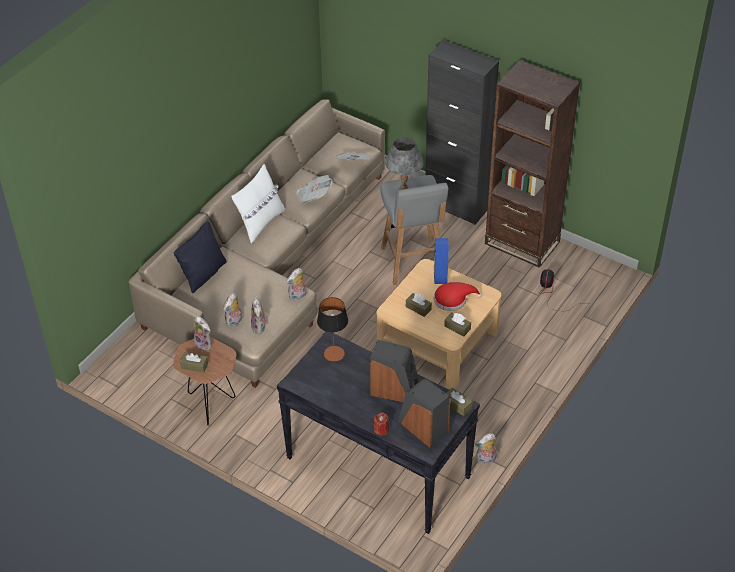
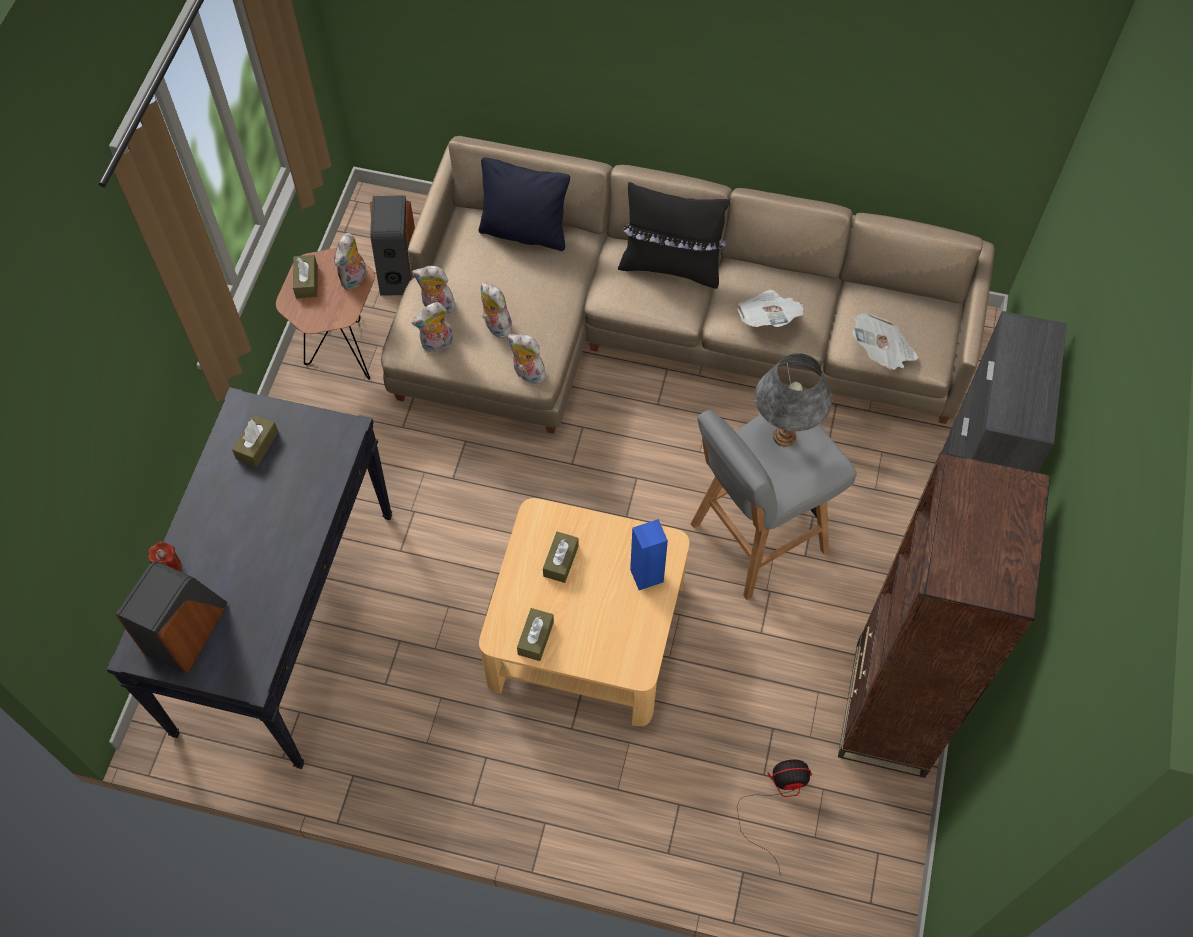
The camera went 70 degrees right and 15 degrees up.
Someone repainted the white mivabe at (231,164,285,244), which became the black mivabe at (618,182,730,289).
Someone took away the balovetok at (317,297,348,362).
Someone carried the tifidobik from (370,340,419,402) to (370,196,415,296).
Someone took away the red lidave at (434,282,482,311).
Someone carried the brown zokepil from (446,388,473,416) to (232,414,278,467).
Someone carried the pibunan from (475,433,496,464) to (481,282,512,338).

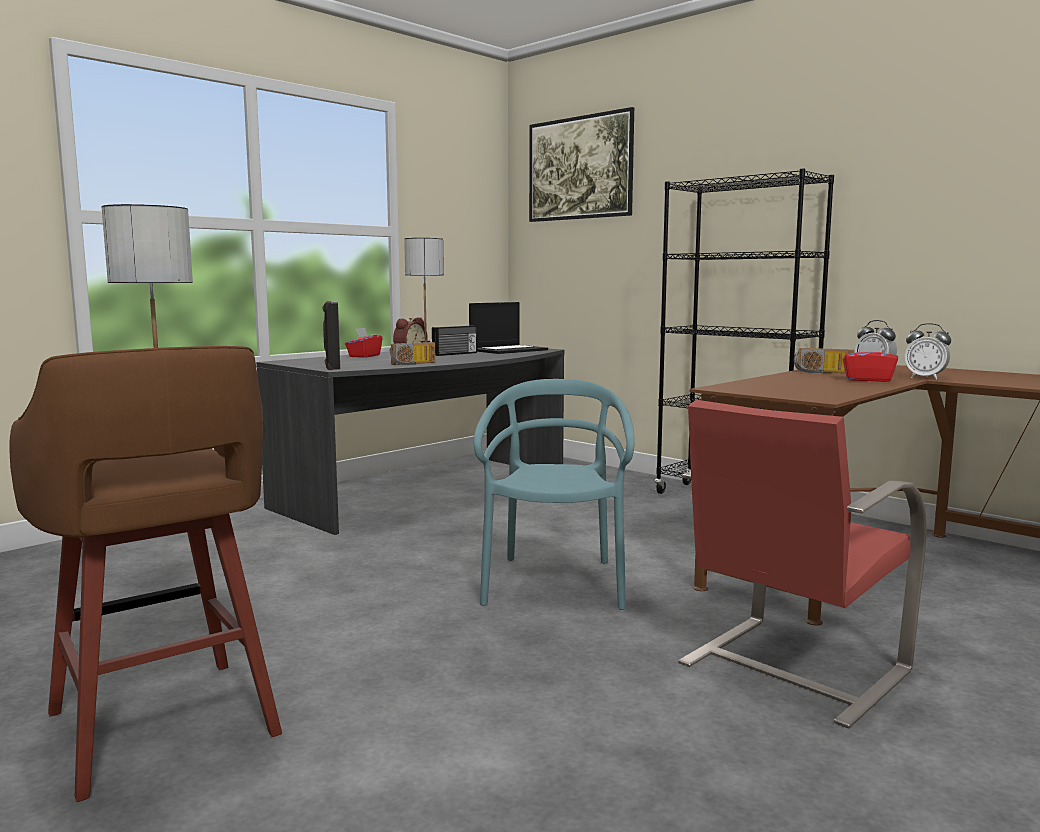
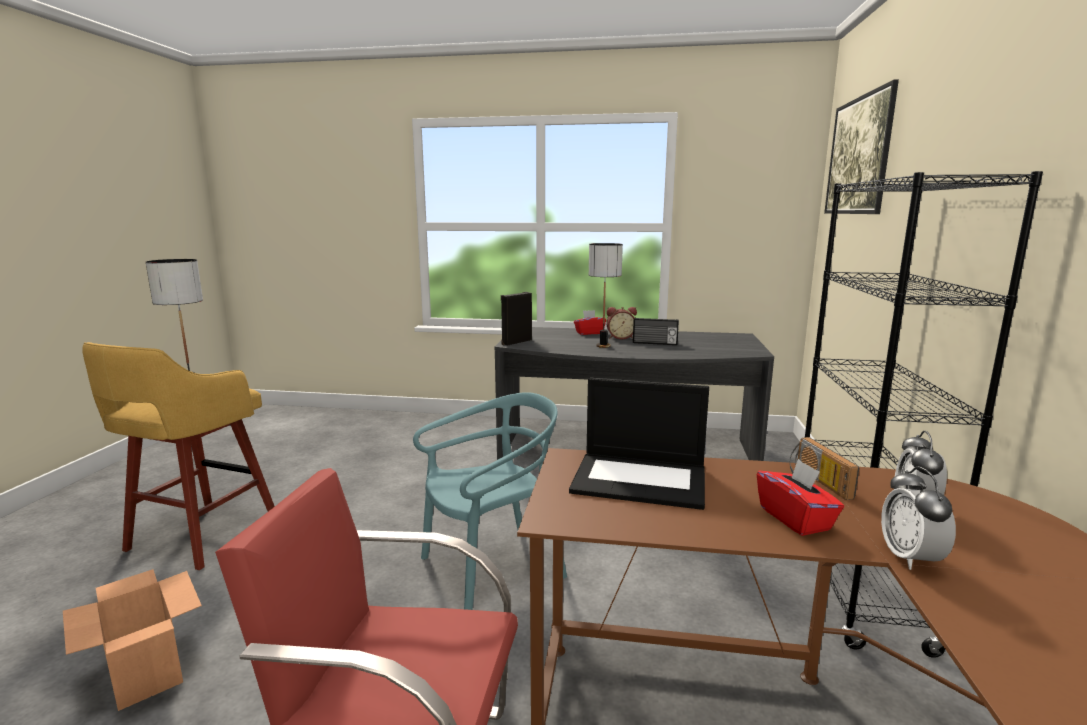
The camera went 55 degrees right and 5 degrees up.
Someone repainted the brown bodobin at (9,346,282,802), which became the yellow bodobin at (82,342,275,570).
Someone took away the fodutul at (390,342,435,365).
Someone carried the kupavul from (469,302,548,354) to (569,377,709,510).
Someone put down the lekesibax at (63,569,202,711).

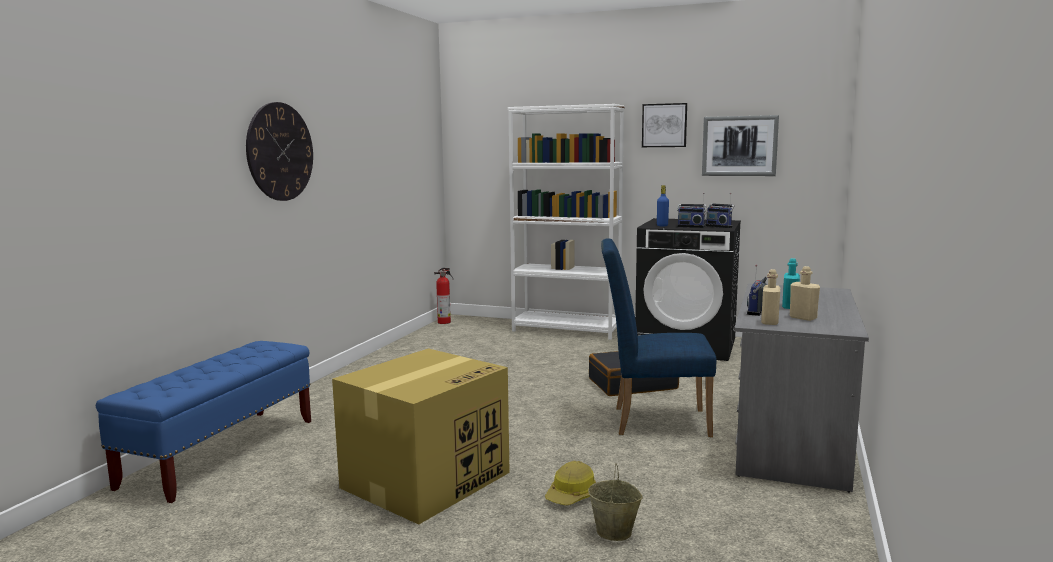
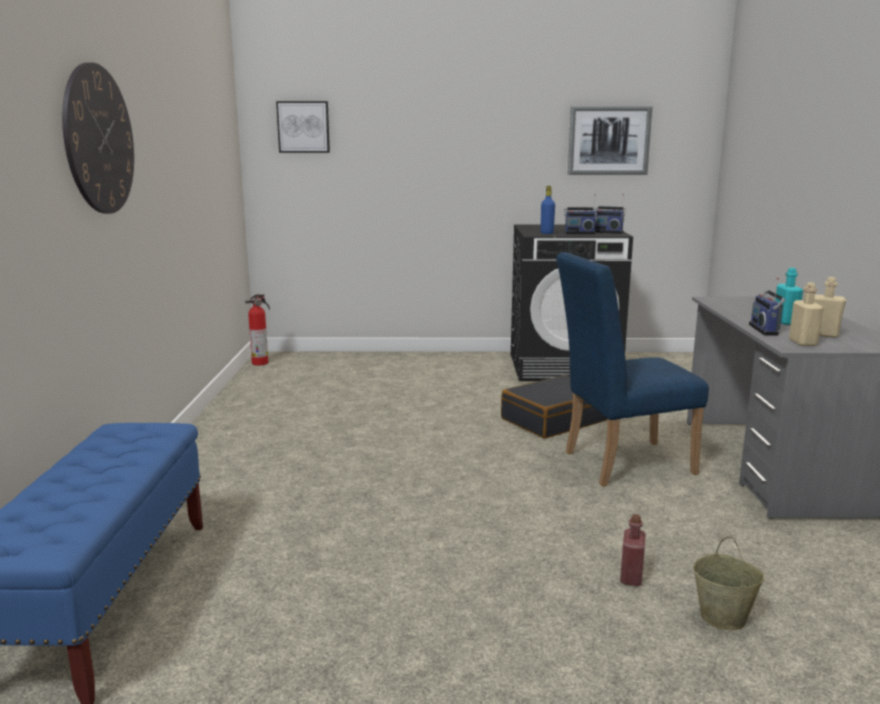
The camera went 20 degrees left and 5 degrees up.
Someone took away the lekesibax at (332,348,510,524).
Someone took away the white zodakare at (508,104,625,340).
Someone swapped the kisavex at (545,461,596,505) for the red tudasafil at (620,514,645,586).
Someone carried the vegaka from (642,103,687,147) to (276,101,330,153).

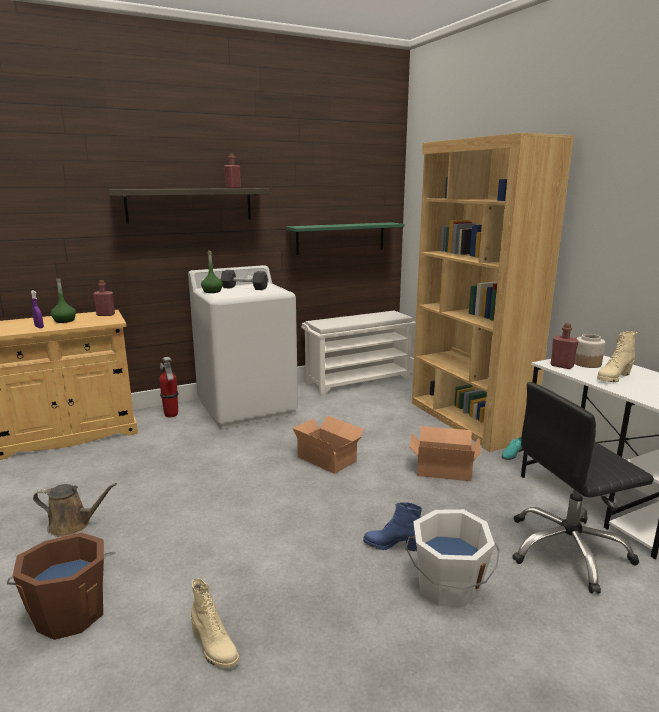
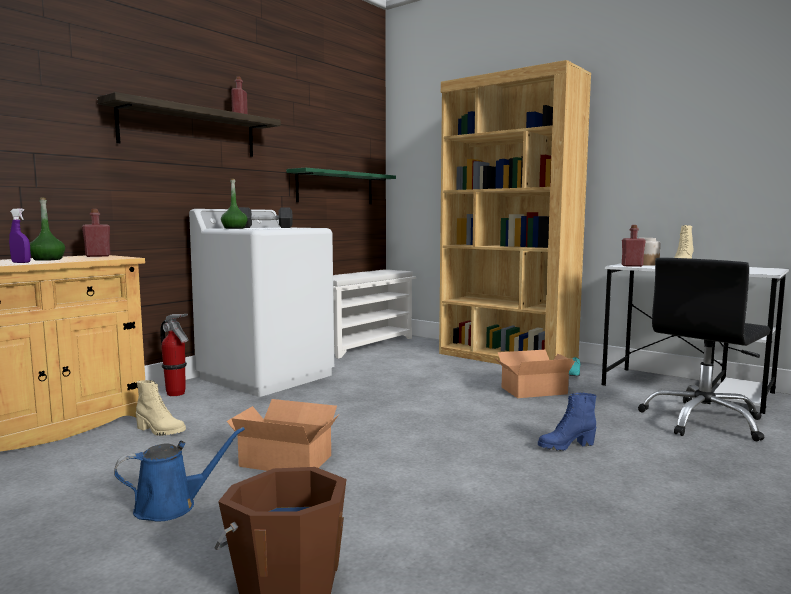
The camera went 25 degrees left and 10 degrees down.
Someone repainted the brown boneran at (33,483,117,537), which became the blue boneran at (114,427,245,521).
Someone carried the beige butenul from (191,578,239,668) to (136,380,186,436).
Someone carried the lekesibax from (292,415,364,474) to (227,399,339,471).
Someone took away the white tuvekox at (405,509,500,607).

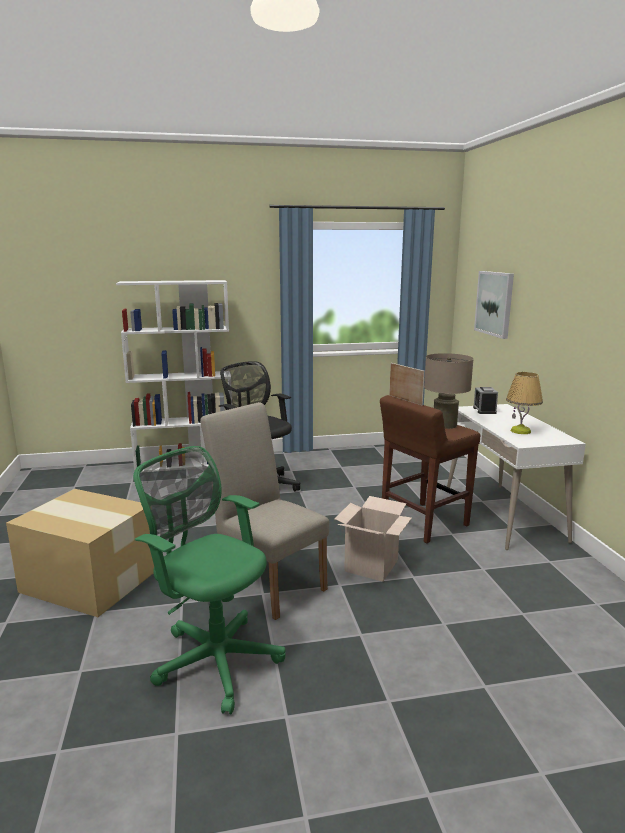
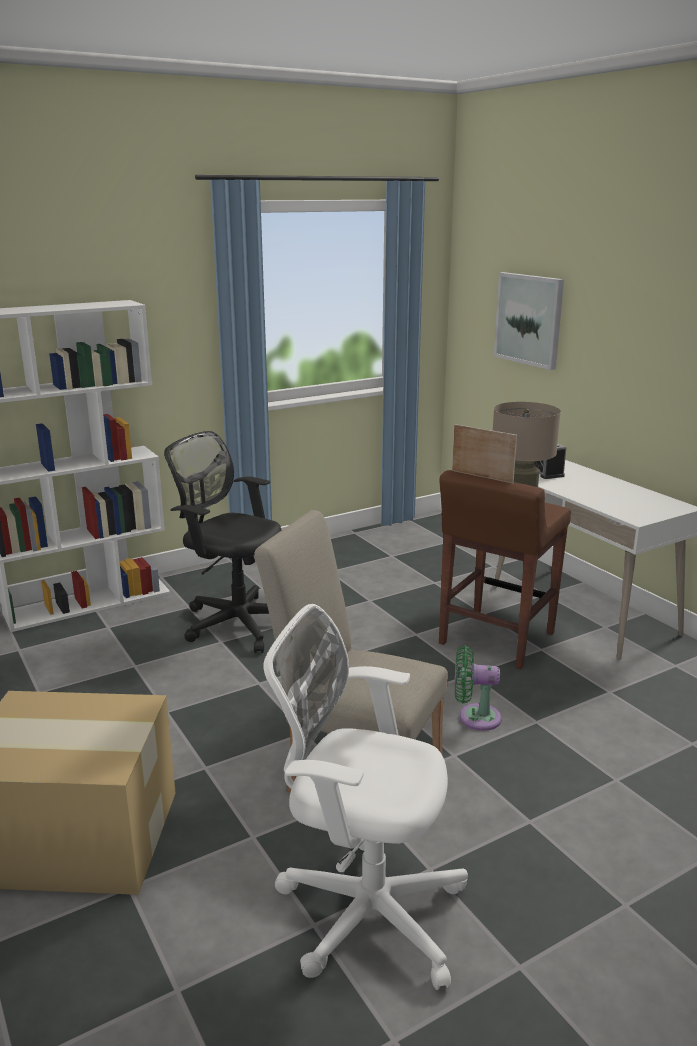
The camera went 20 degrees left and 5 degrees up.
Someone repainted the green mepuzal at (133,446,285,714), which became the white mepuzal at (263,604,468,990).
Someone swapped the lekesibax at (334,496,412,582) for the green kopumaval at (455,645,502,731).
Someone took away the balovetok at (506,372,543,434).

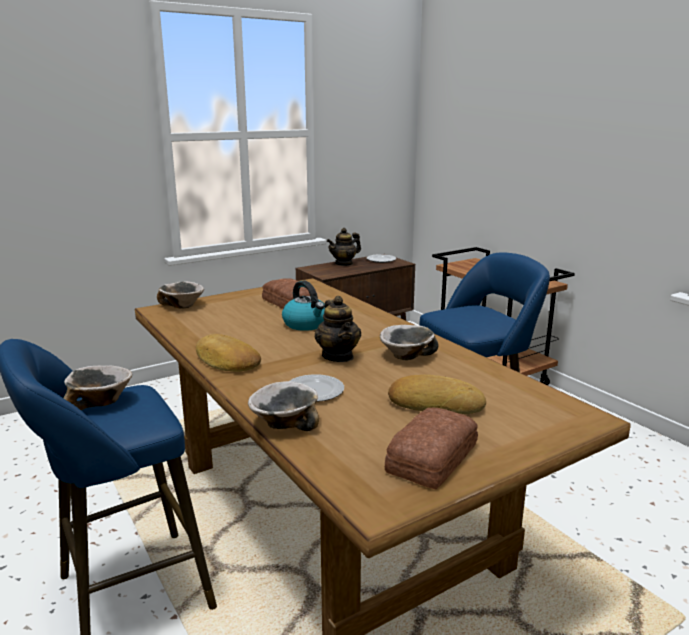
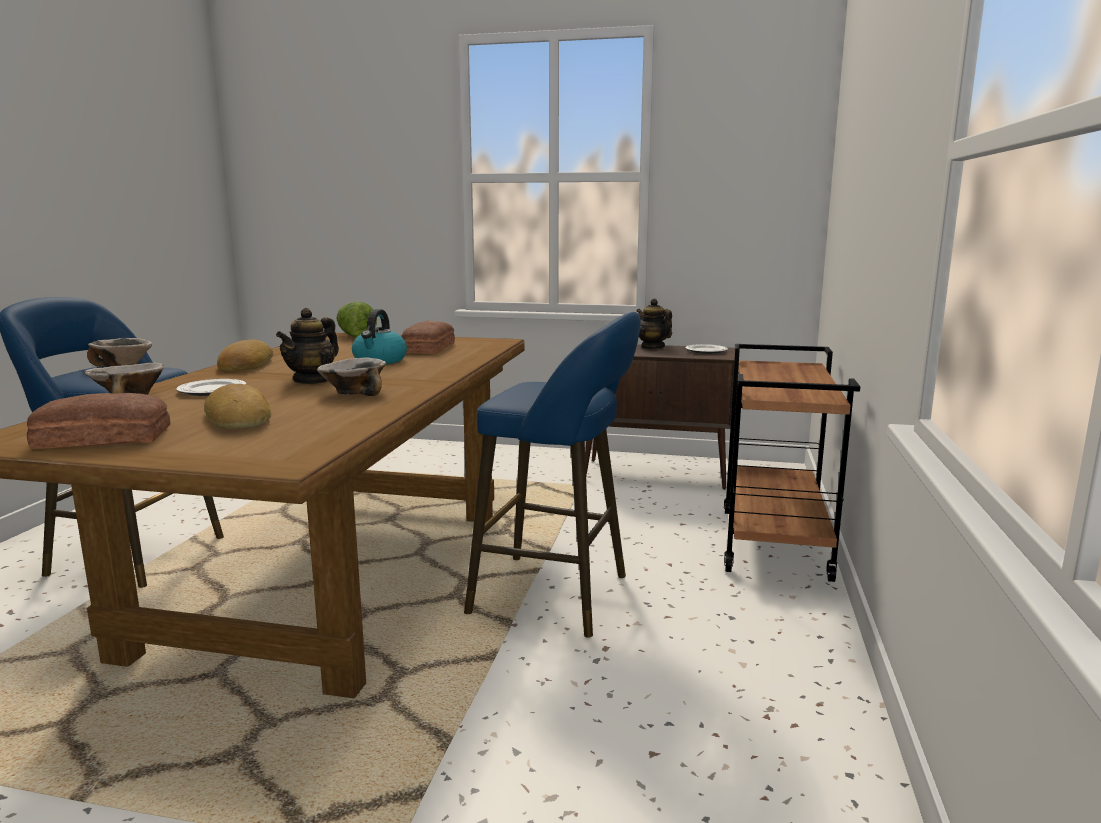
The camera went 45 degrees right and 5 degrees down.
Someone swapped the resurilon at (157,281,204,309) for the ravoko at (337,302,377,337).
Someone rotated the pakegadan at (327,228,361,266) by 45 degrees clockwise.

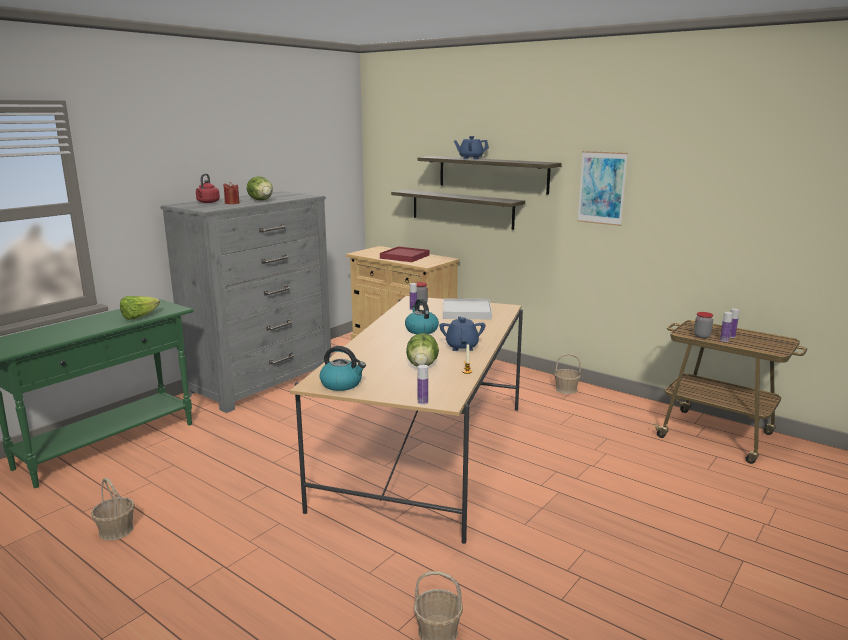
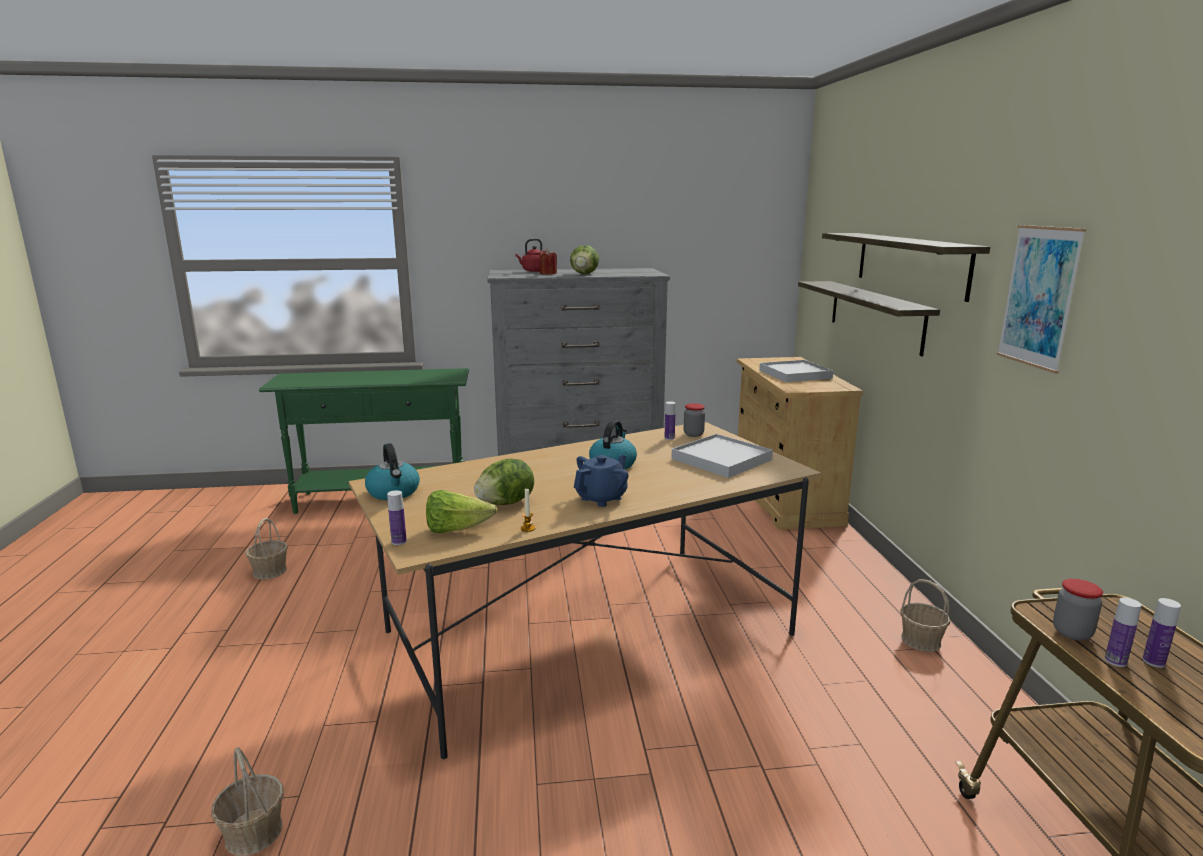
The camera went 45 degrees right and 0 degrees up.
Someone carried the ravoko from (120,296,160,320) to (426,490,497,533).
Someone repainted the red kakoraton at (380,247,430,262), which became the white kakoraton at (759,360,833,382).
Someone took away the blue pakegadan at (454,136,489,160).

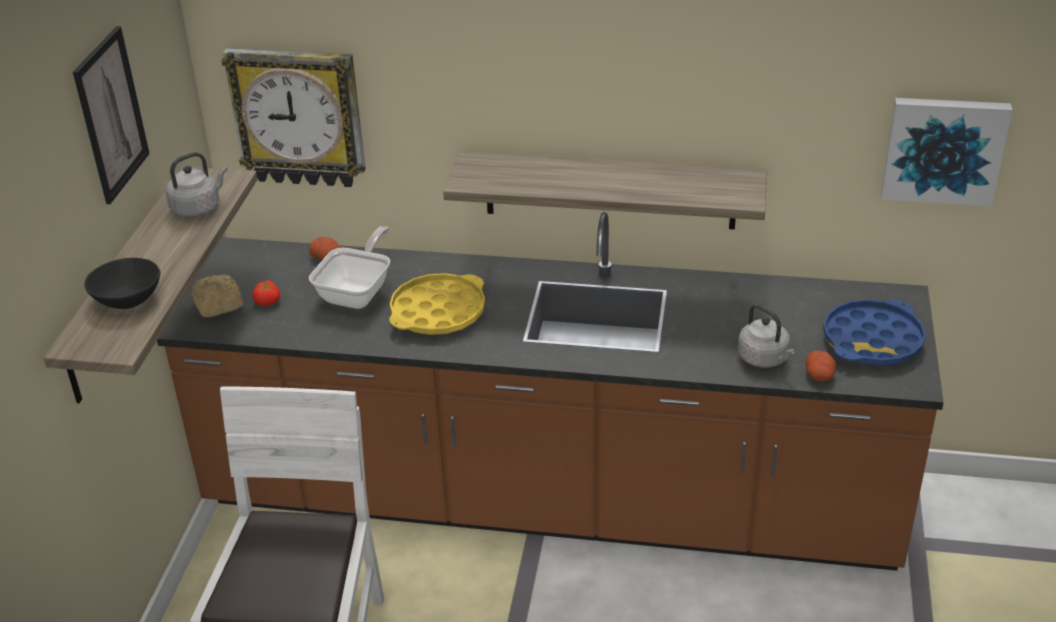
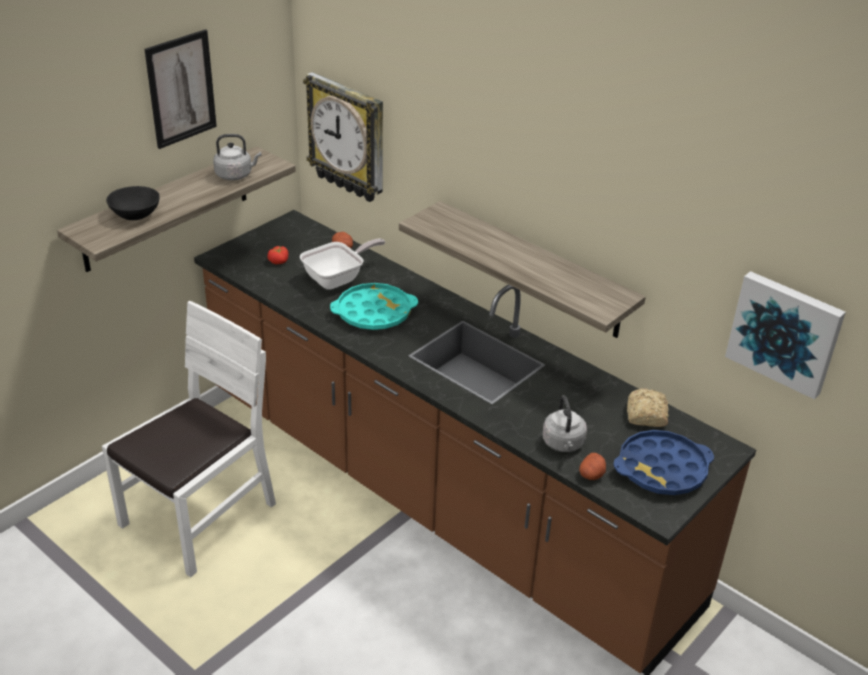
The camera went 30 degrees right and 0 degrees up.
Someone carried the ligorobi from (192,274,244,317) to (627,388,669,427).
Someone repainted the yellow kakoraton at (389,273,485,335), which became the turquoise kakoraton at (330,283,418,330).

